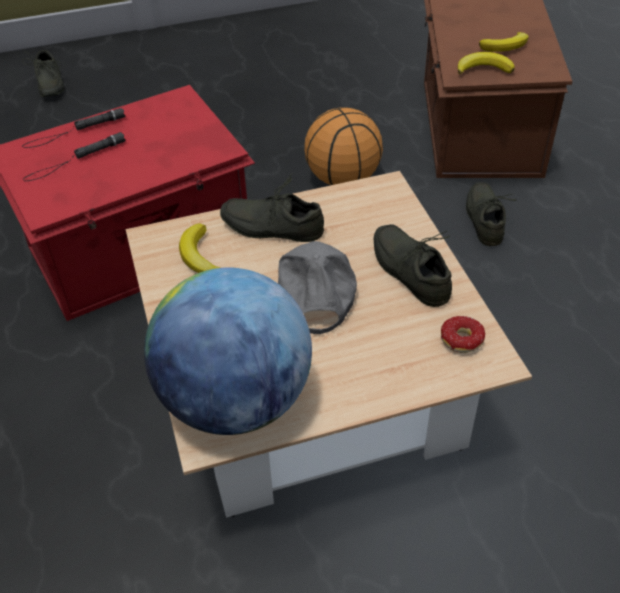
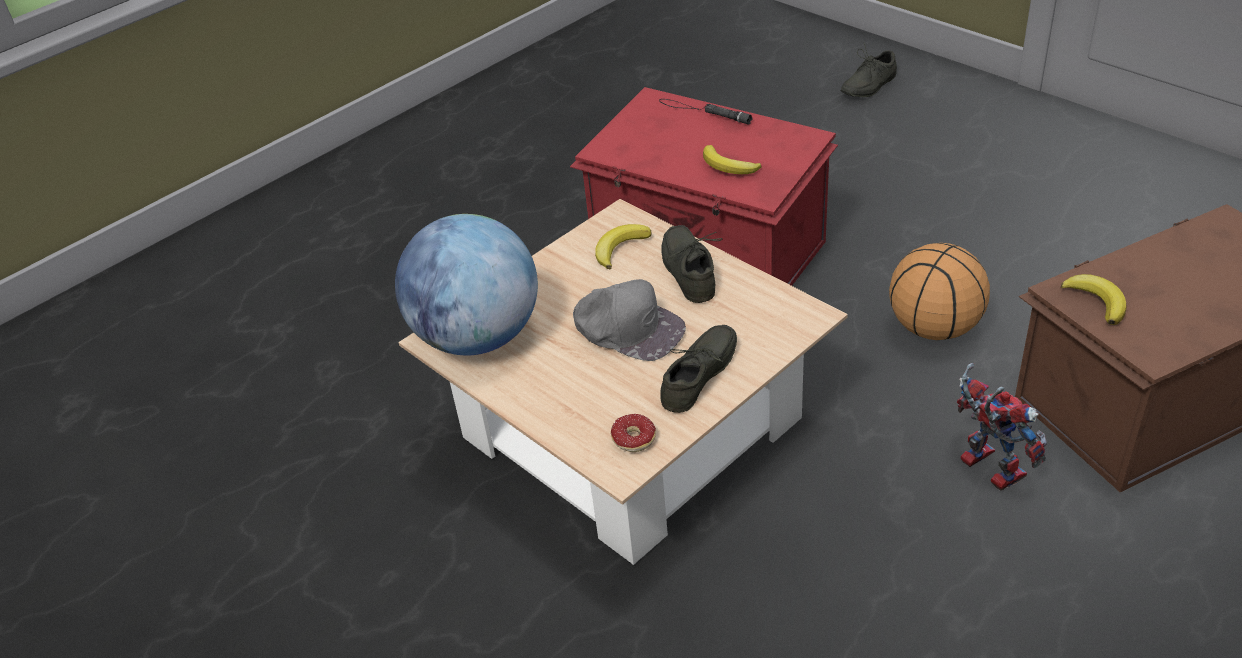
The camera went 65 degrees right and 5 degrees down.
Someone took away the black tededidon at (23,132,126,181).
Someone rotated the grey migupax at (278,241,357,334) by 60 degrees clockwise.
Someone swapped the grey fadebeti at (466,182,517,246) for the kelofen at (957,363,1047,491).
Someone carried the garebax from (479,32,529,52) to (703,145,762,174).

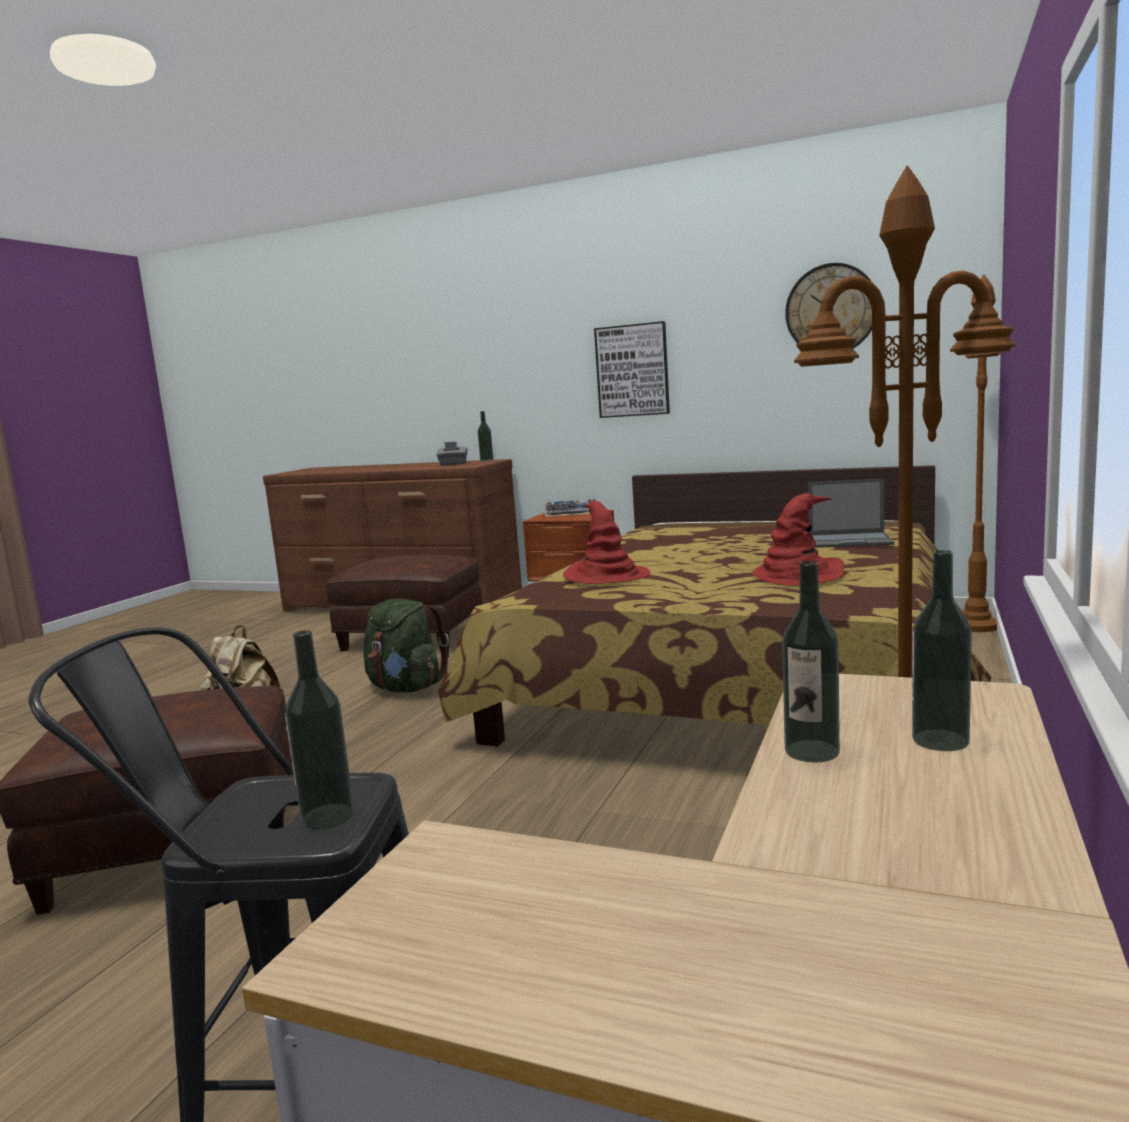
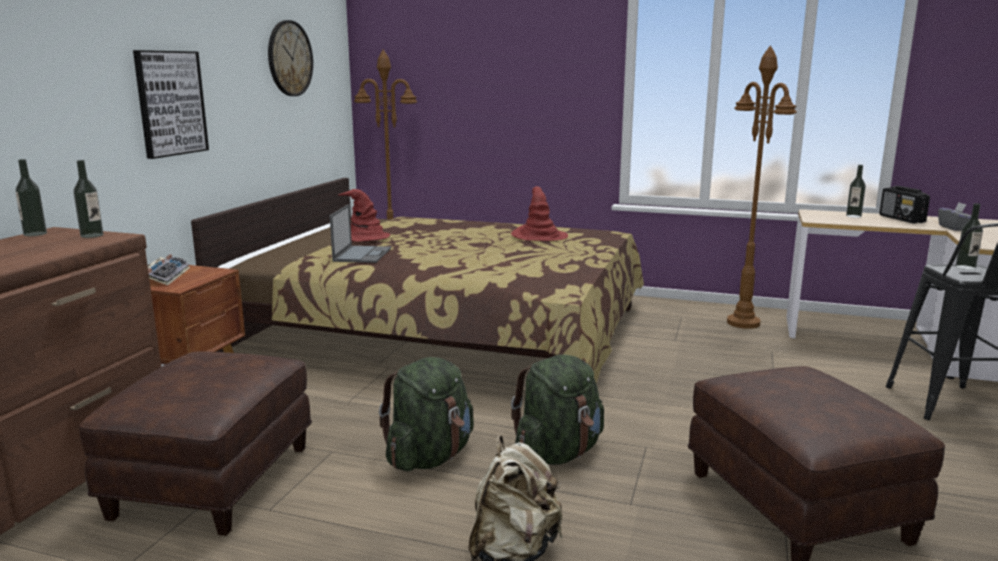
The camera went 95 degrees left and 5 degrees up.
Someone carried the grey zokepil from (436,442,468,465) to (938,203,971,231).
Someone carried the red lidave from (563,501,650,584) to (339,189,390,242).
Someone carried the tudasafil from (782,561,840,763) to (73,160,103,238).
Someone carried the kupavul from (808,479,895,548) to (330,204,391,263).
Someone put down the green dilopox at (511,354,604,465).
Someone put down the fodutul at (879,186,930,223).

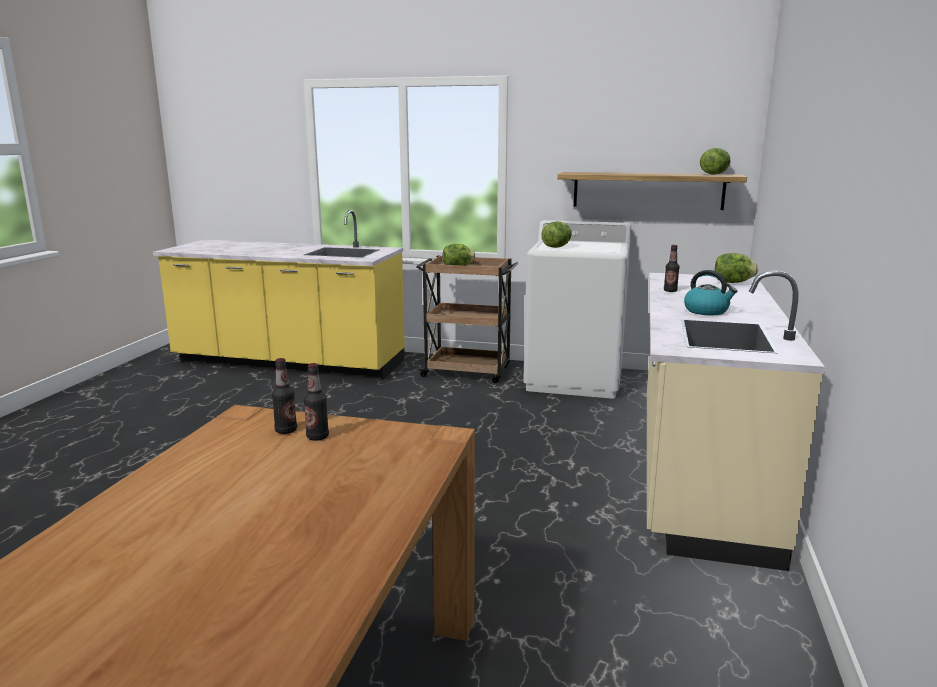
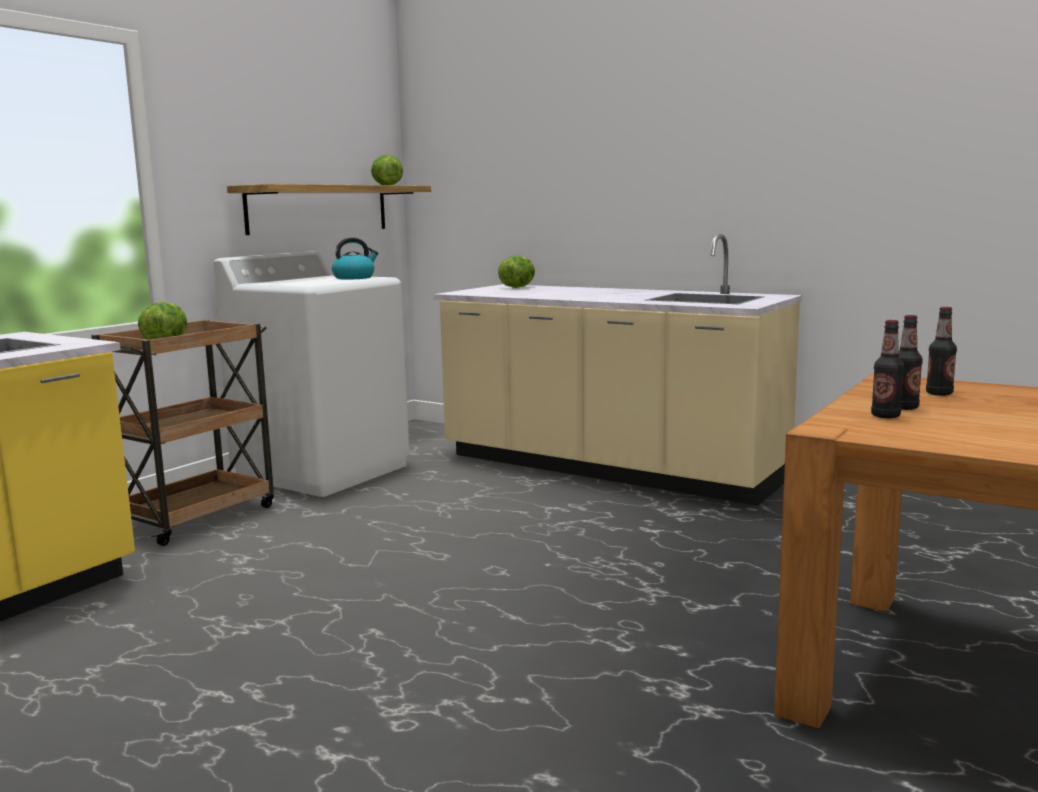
The camera went 70 degrees left and 5 degrees down.
Someone took away the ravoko at (541,221,572,248).
Someone carried the tudasafil from (664,245,680,292) to (926,307,957,396).
Someone carried the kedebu from (684,270,737,315) to (332,237,378,280).

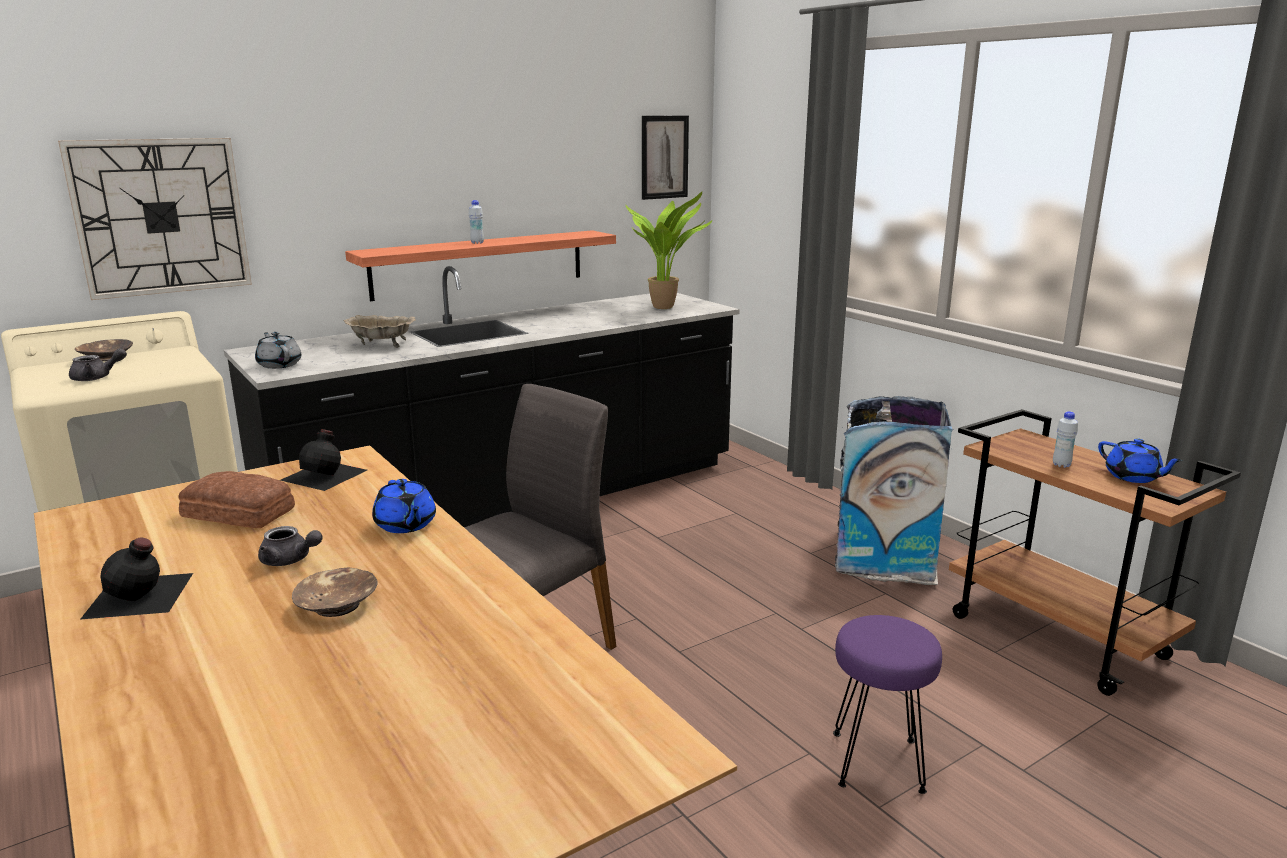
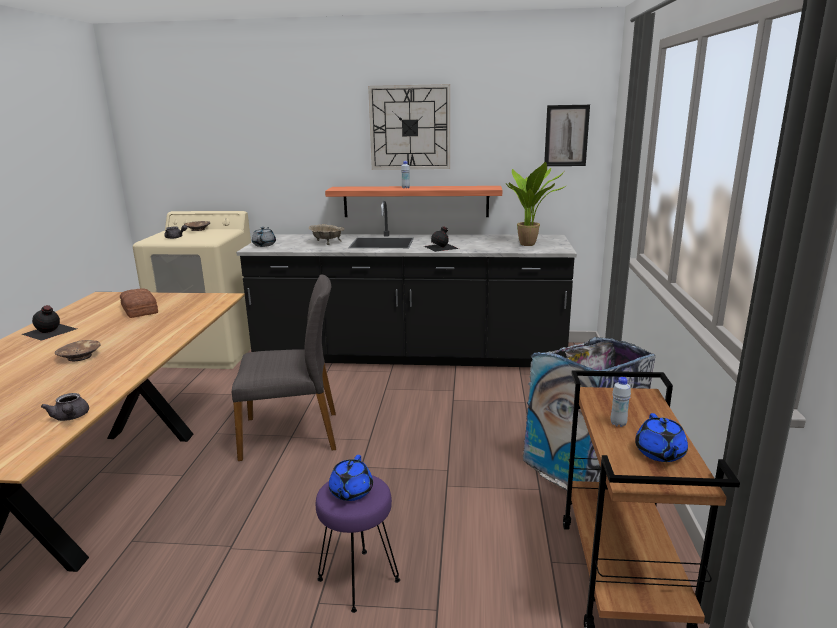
The camera went 40 degrees right and 0 degrees up.
Someone carried the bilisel from (58,138,252,300) to (368,84,450,170).
Someone carried the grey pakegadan from (258,526,323,566) to (41,393,89,421).
Someone carried the black tudasafil from (280,429,367,491) to (424,226,459,252).
Someone carried the blue pakegadan from (372,479,436,533) to (329,455,373,501).

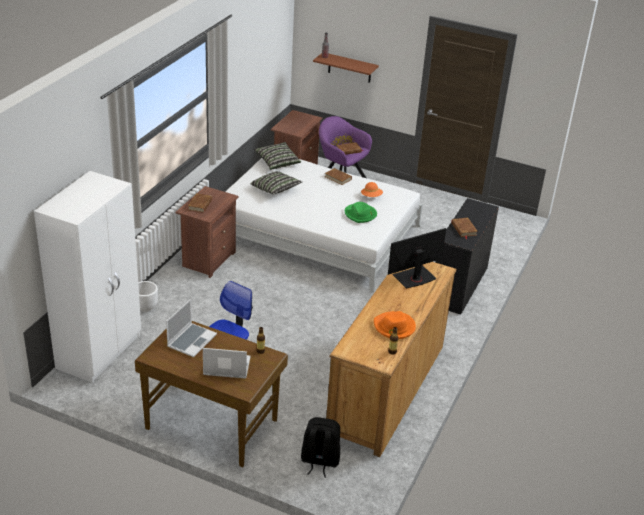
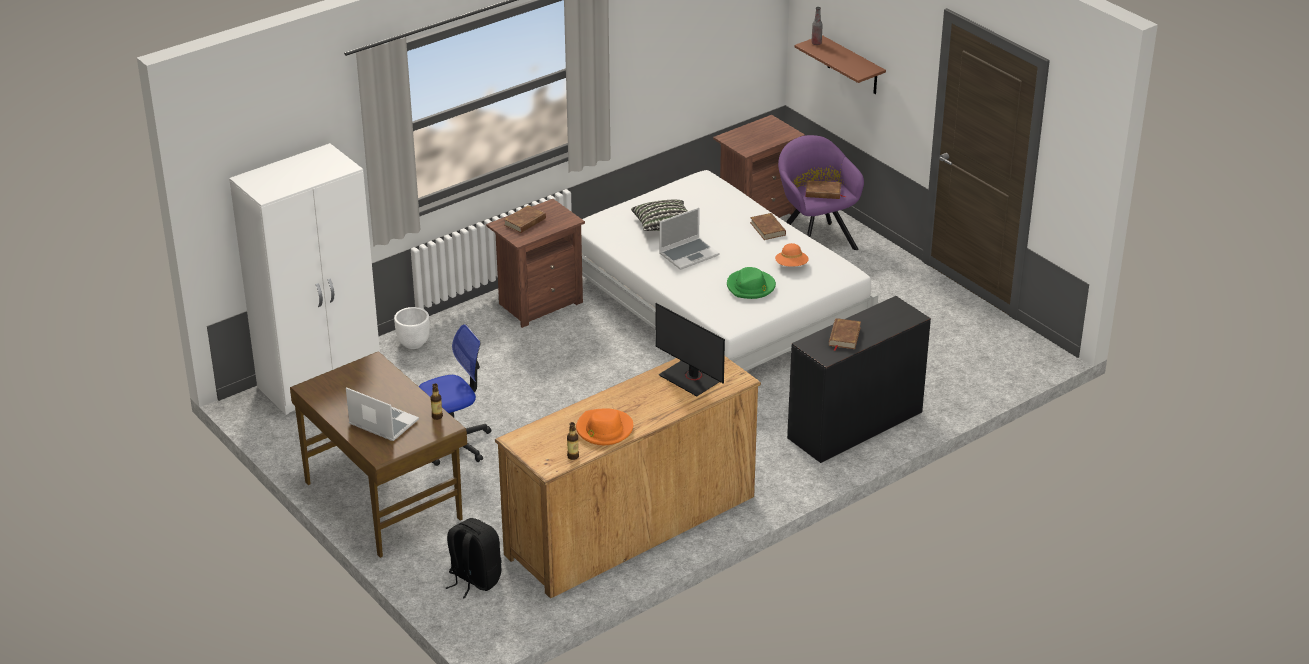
The camera went 30 degrees right and 0 degrees up.
Someone carried the kupavul from (166,299,217,357) to (659,207,719,270).
Someone took away the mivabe at (254,142,301,170).
Someone rotated the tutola at (388,228,446,288) by 135 degrees counterclockwise.

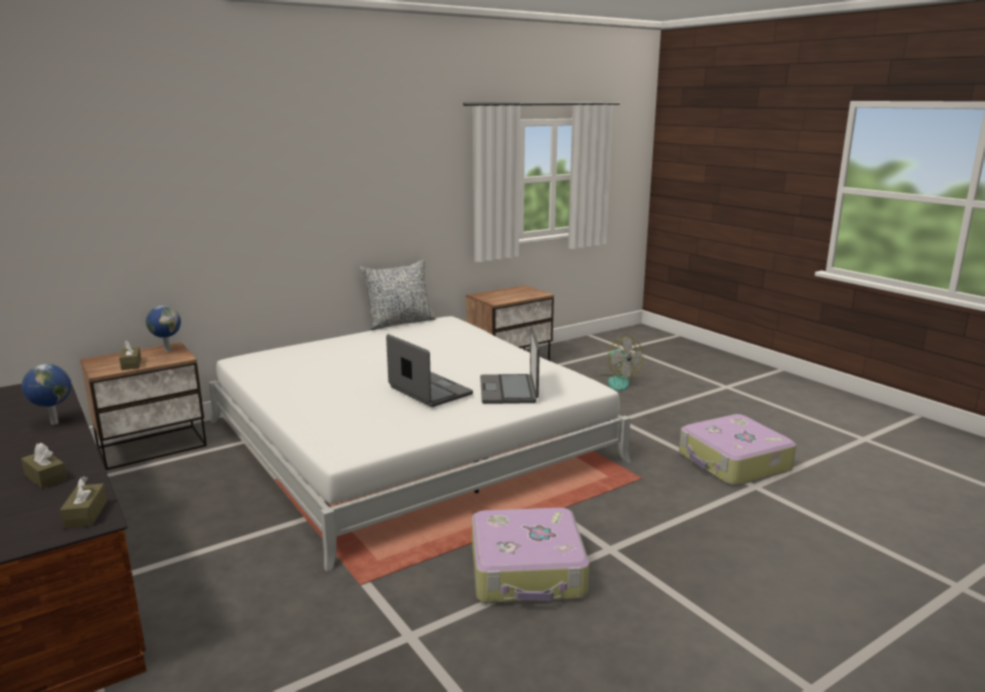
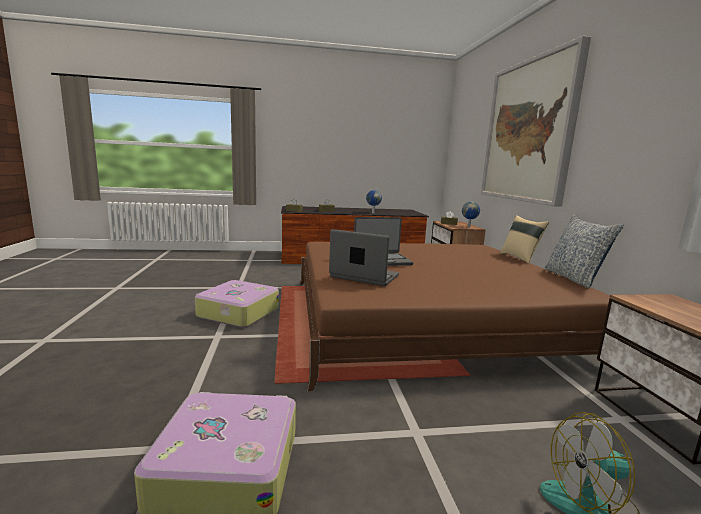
The camera went 115 degrees right and 5 degrees down.
Someone repainted the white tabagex at (208,316,631,572), which became the brown tabagex at (300,242,610,391).
Someone put up the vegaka at (481,36,591,207).
Someone put down the beige mivabe at (500,215,549,264).

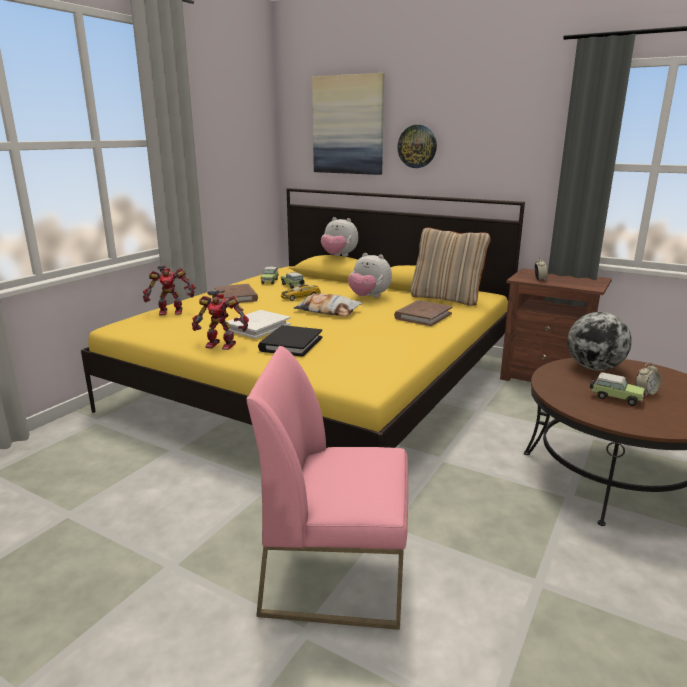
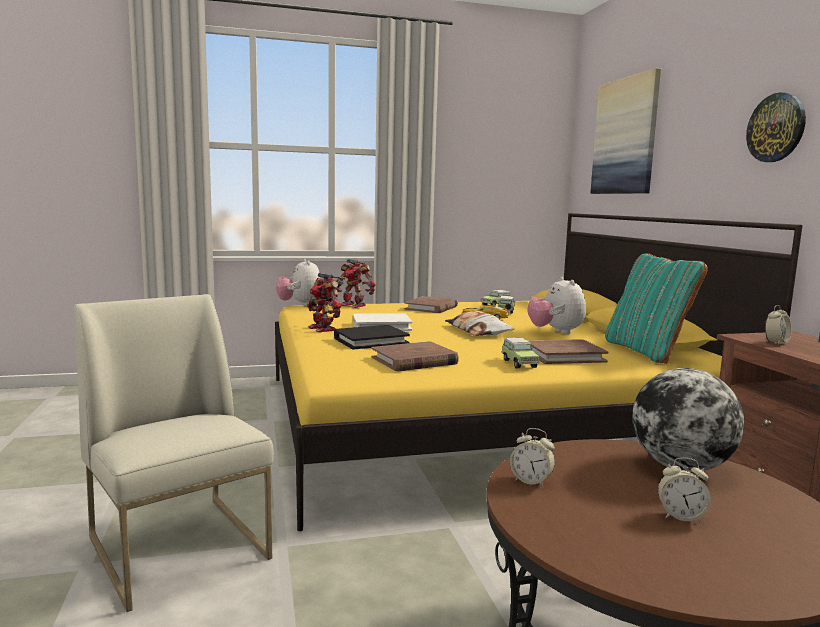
The camera went 45 degrees right and 10 degrees down.
Someone repainted the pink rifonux at (246,346,408,630), which became the white rifonux at (74,294,274,612).
Someone carried the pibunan from (321,217,358,257) to (276,259,320,306).
Someone carried the bilisel from (397,125,437,168) to (746,93,806,162).
Someone repainted the beige mivabe at (410,227,491,306), which became the turquoise mivabe at (605,253,708,364).
Someone carried the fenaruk from (590,372,645,406) to (501,338,540,368).
Someone put down the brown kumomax at (372,341,459,371).
Someone put down the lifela at (510,428,555,487).

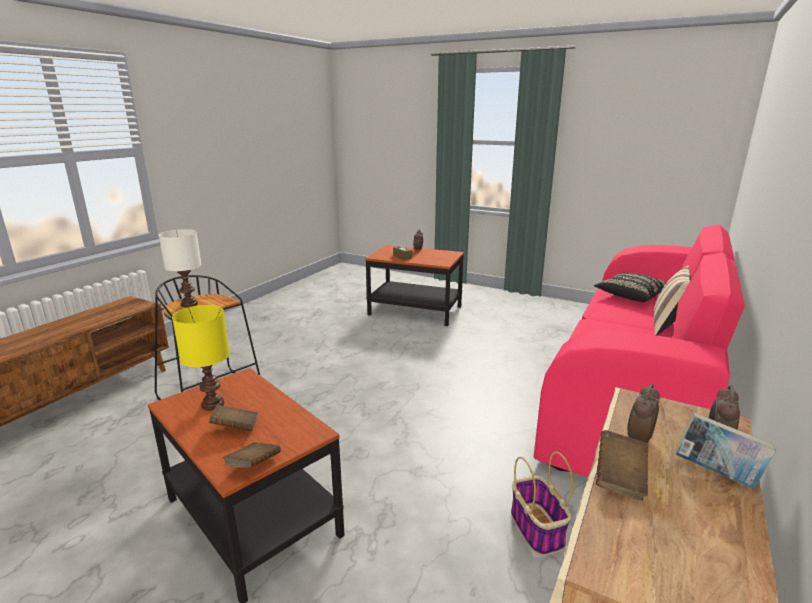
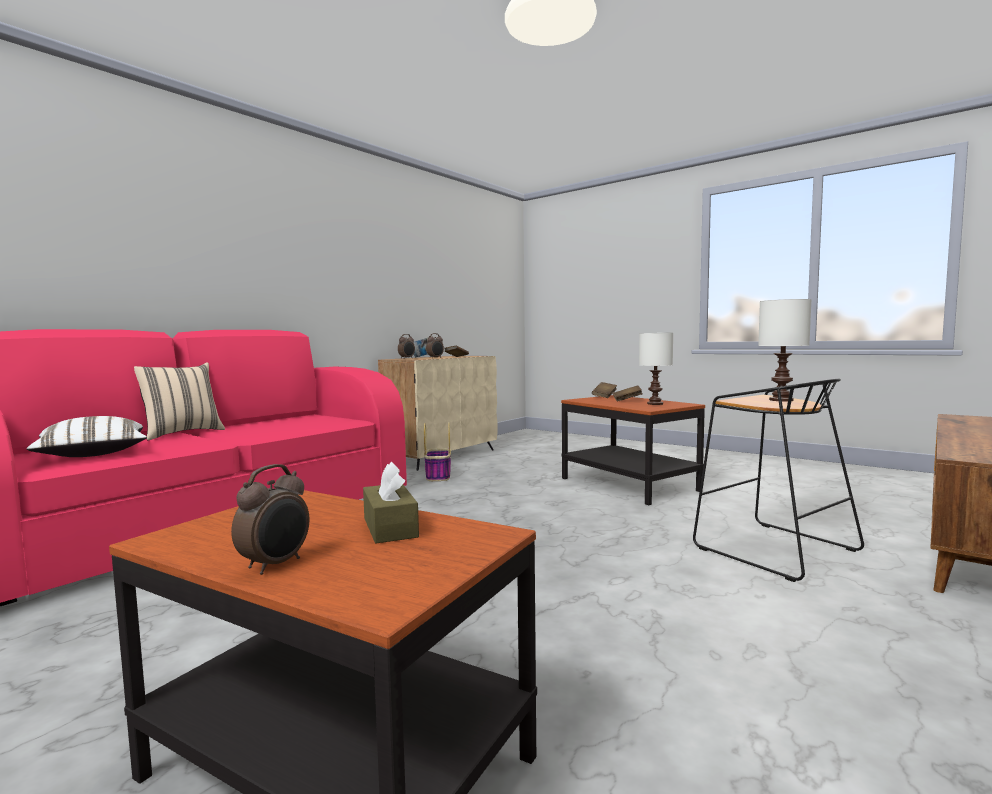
The camera went 170 degrees left and 15 degrees down.
Someone repainted the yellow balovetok at (172,305,230,410), which became the white balovetok at (639,333,673,405).
Someone repainted the black mivabe at (594,273,666,302), which became the white mivabe at (26,416,147,457).

